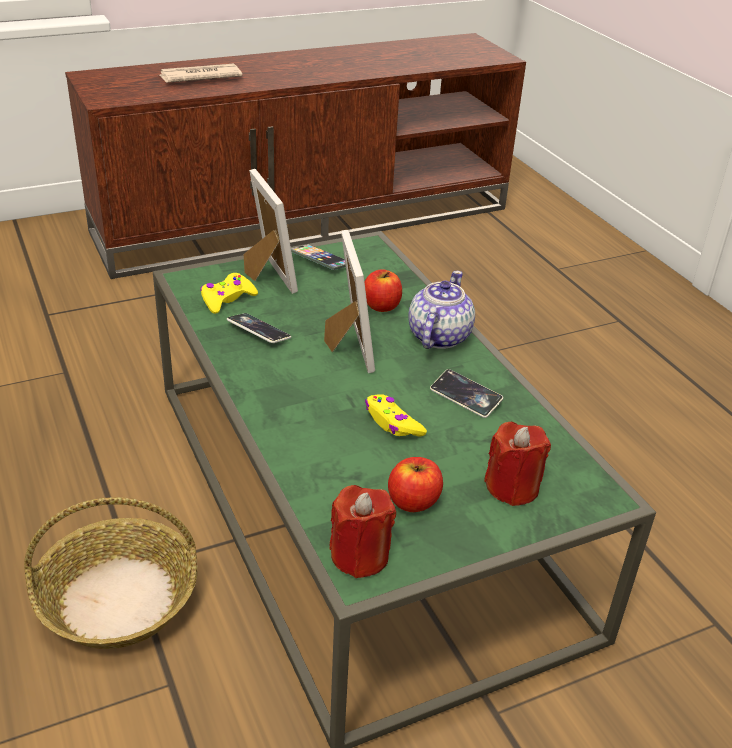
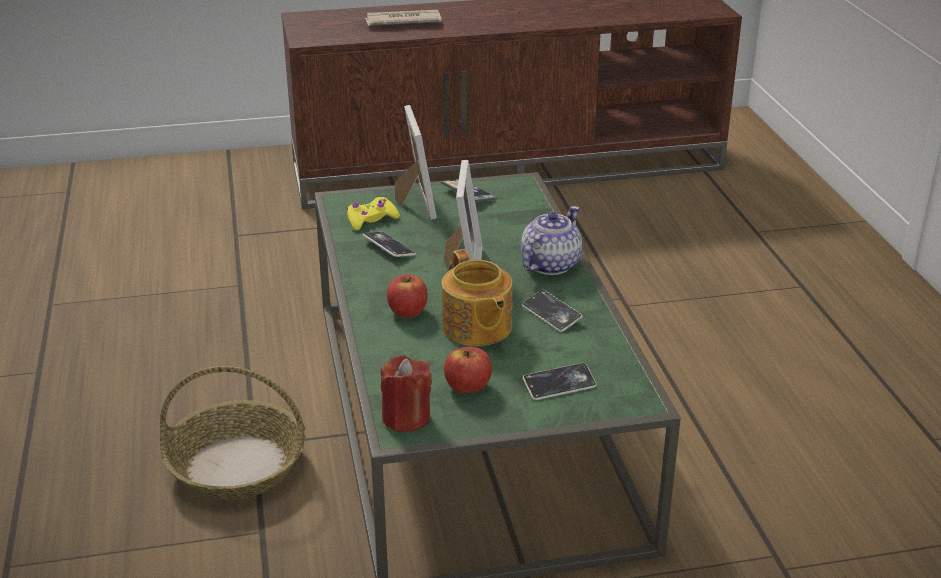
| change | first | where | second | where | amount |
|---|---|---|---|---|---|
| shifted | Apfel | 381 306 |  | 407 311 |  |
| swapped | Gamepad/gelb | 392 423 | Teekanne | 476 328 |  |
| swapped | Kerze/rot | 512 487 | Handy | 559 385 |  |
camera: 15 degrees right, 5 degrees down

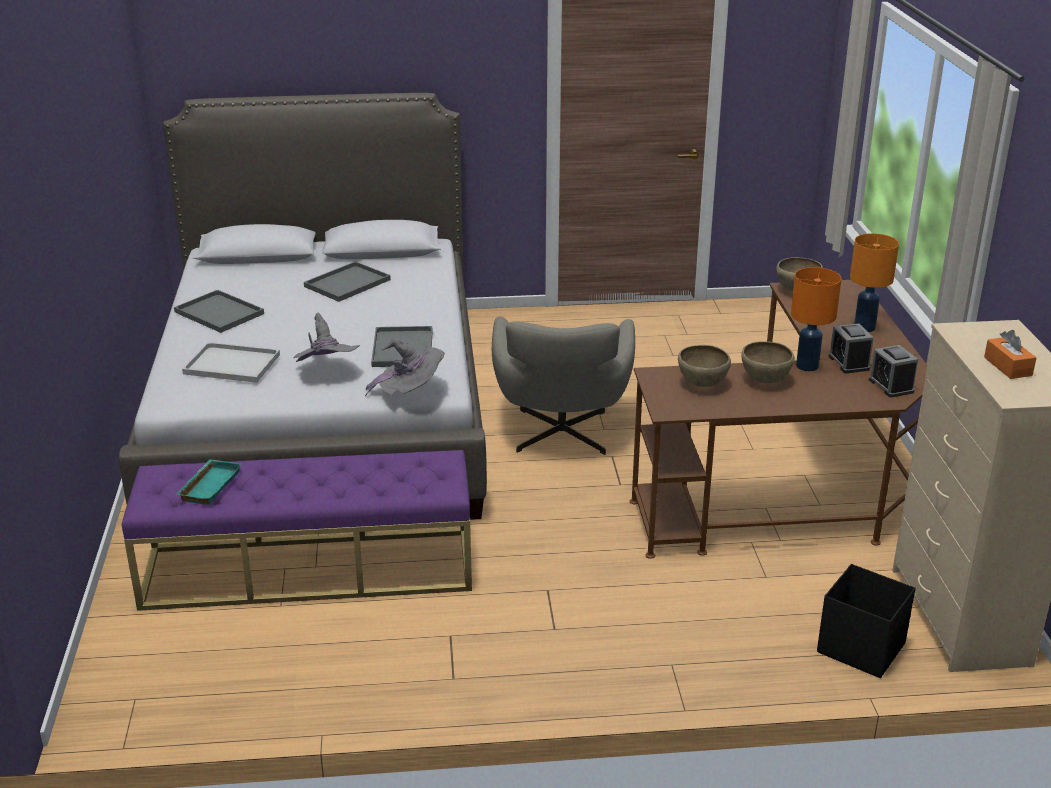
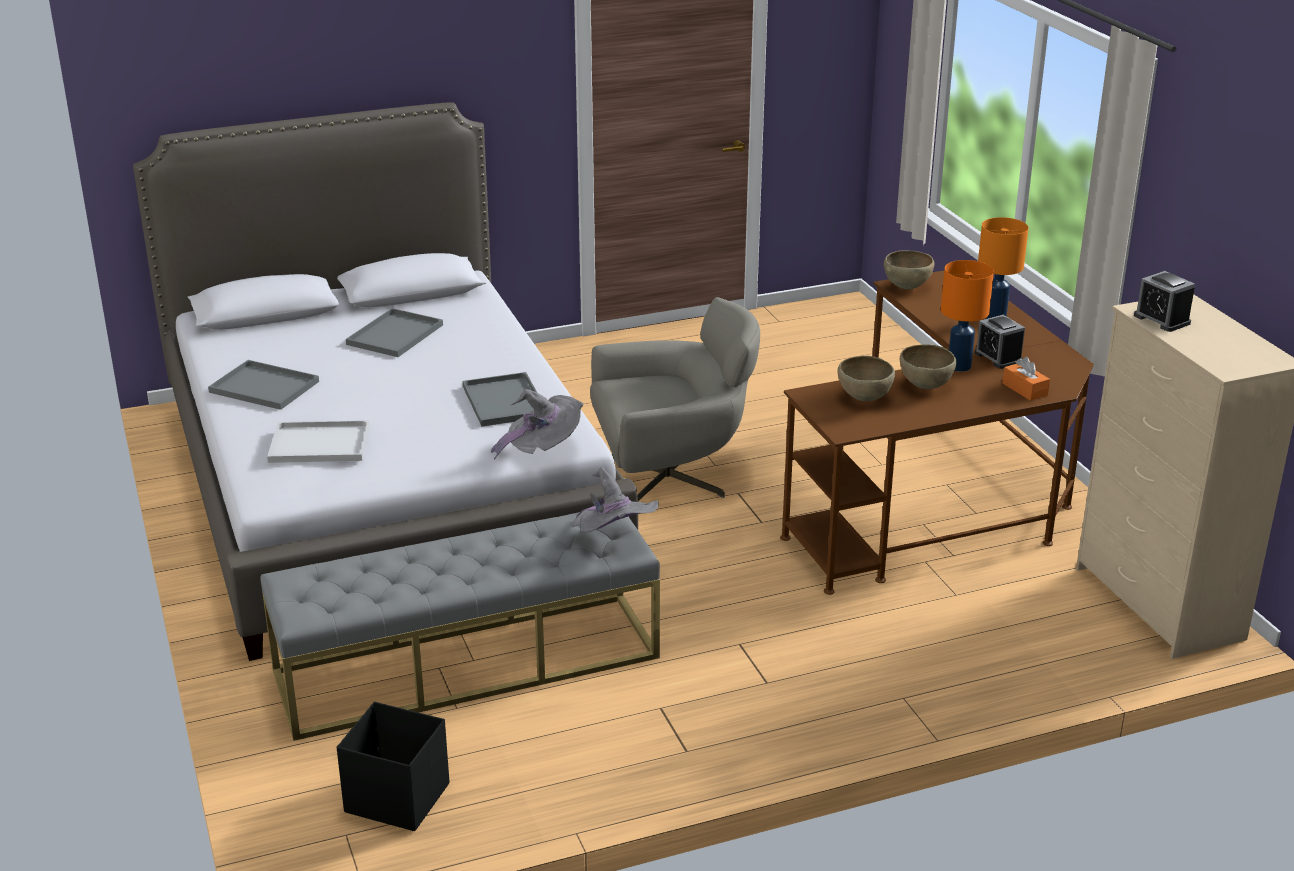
| change | first | where | second | where | amount |
|---|---|---|---|---|---|
| repainted | Bank/lila | 309 569 | Bank/grau | 468 664 |  |
| shifted | Aufbewahrungsbox/schwarz | 860 647 |  | 396 797 |  |
| shifted | Hut/grau | 326 372 |  | 613 538 |  |
| rotated | Sessel/grau | 561 434 |  | 672 477 | 90 degrees counterclockwise |
| shifted | Taschentuchbox/orange | 1008 366 |  | 1025 389 |  |
| shifted | Wecker | 891 386 |  | 1162 319 |  |
| gone | Tablett/türkis | 209 485 |  |  |  |
camera: 15 degrees left, 0 degrees up

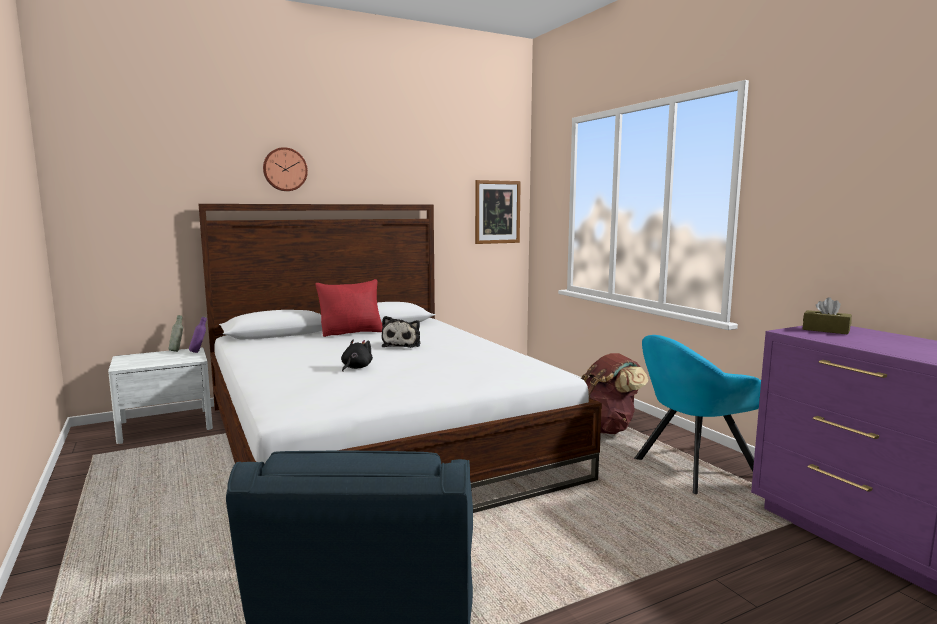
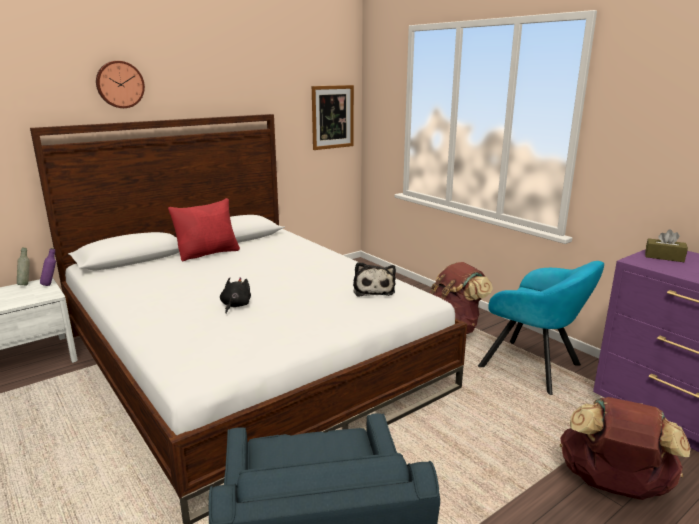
| change | first | where | second | where | amount |
|---|---|---|---|---|---|
| shifted | Plüschtier | 402 345 |  | 373 290 |  |
| rotated | Sessel/türkis | 691 469 |  | 534 367 | 105 degrees counterclockwise |
| new |  |  | Rucksack/braun | 612 486 |  |
camera: 10 degrees left, 10 degrees up

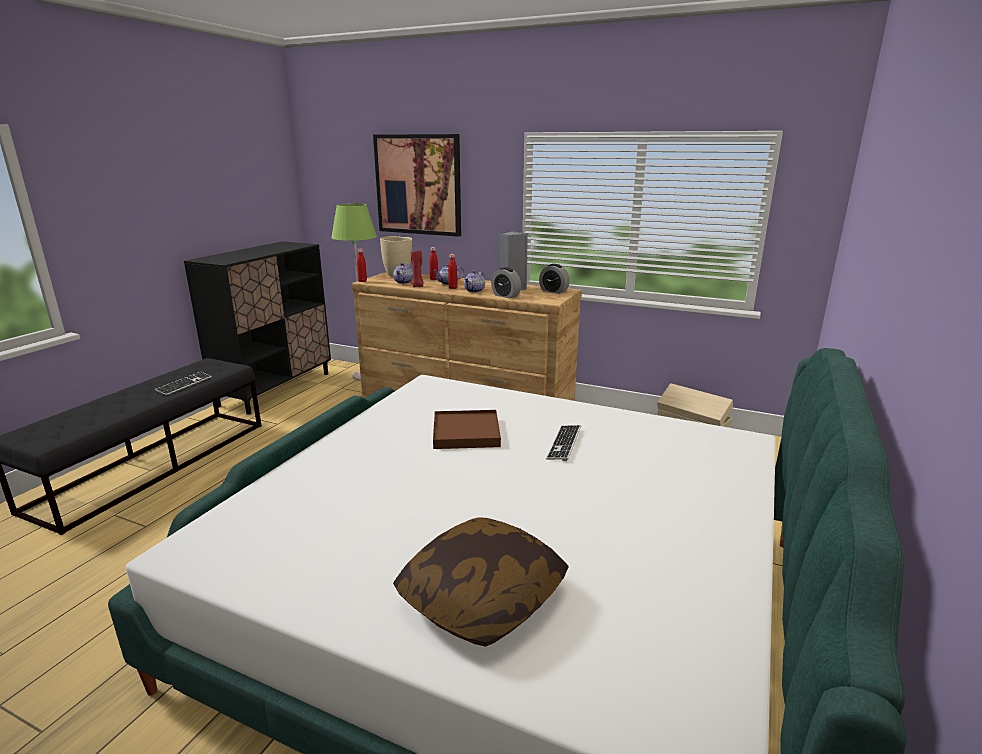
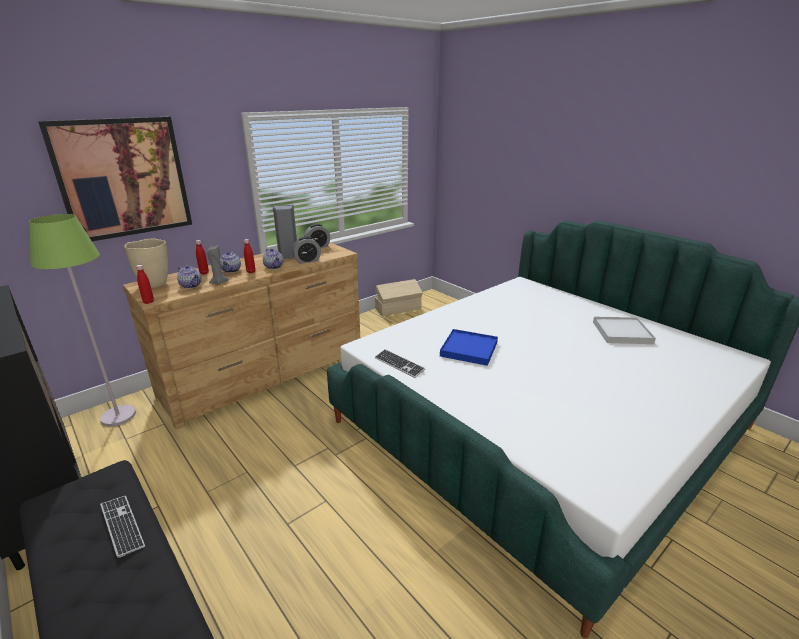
| change | first | where | second | where | amount |
|---|---|---|---|---|---|
| repainted | Kerze/rot | 418 286 | Kerze/grau | 219 282 |  |
| shifted | Tastatur | 564 444 |  | 399 364 |  |
| repainted | Tablett/braun | 466 432 | Tablett/blau | 469 349 |  |
| new |  |  | Tablett/weiß | 621 332 |  |
| gone | Kissen | 482 599 |  |  |  |
camera: 65 degrees left, 5 degrees up

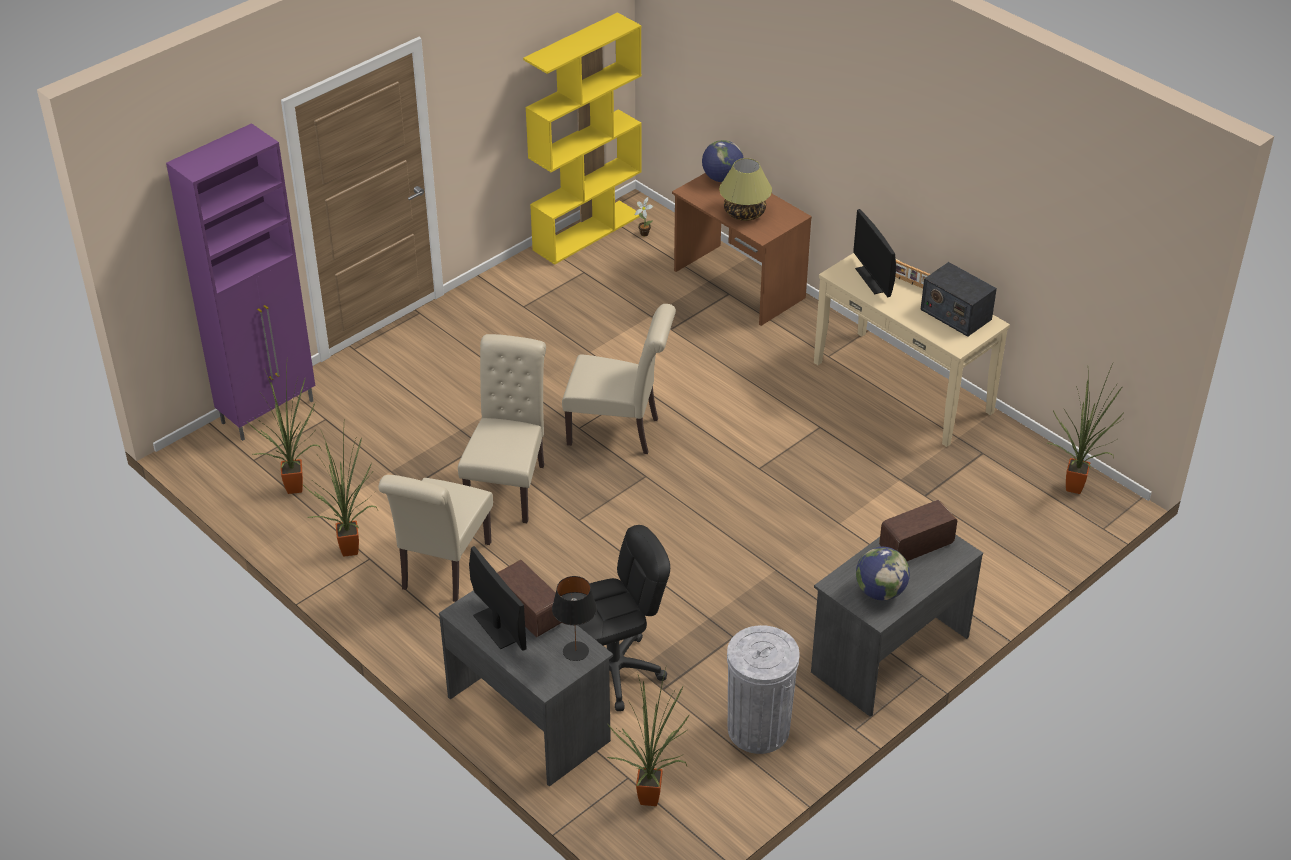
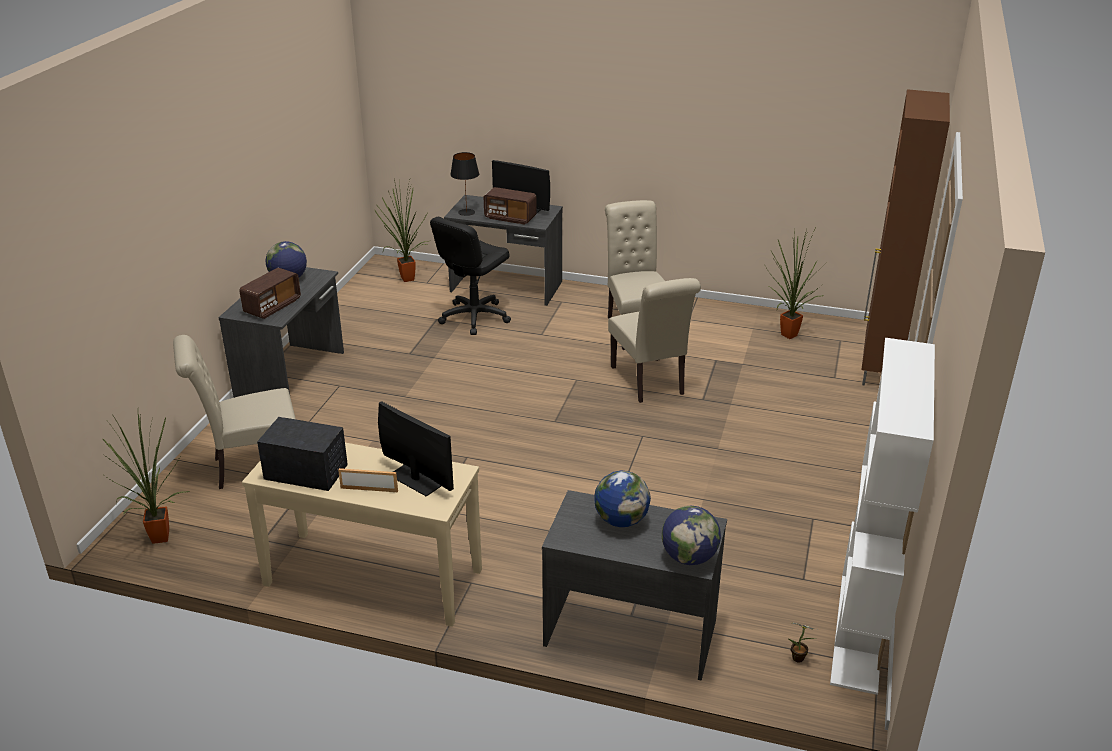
| change | first | where | second | where | amount |
|---|---|---|---|---|---|
| shifted | Stuhl/beige | 619 431 |  | 251 467 |  |
| repainted | Schreibtisch/braun | 738 285 | Schreibtisch/grau | 630 631 |  |
| swapped | Tischlampe | 744 213 | Globus | 621 520 |  |
| repainted | Bücherregal/gelb | 587 232 | Bücherregal/weiß | 859 632 |  |
| repainted | Schrank/lila | 269 411 | Schrank/braun | 879 368 |  |
| gone | Topfpflanze | 353 550 |  |  |  |
| gone | Mülleimer/grau | 758 729 |  |  |  |
camera: 150 degrees right, 10 degrees down

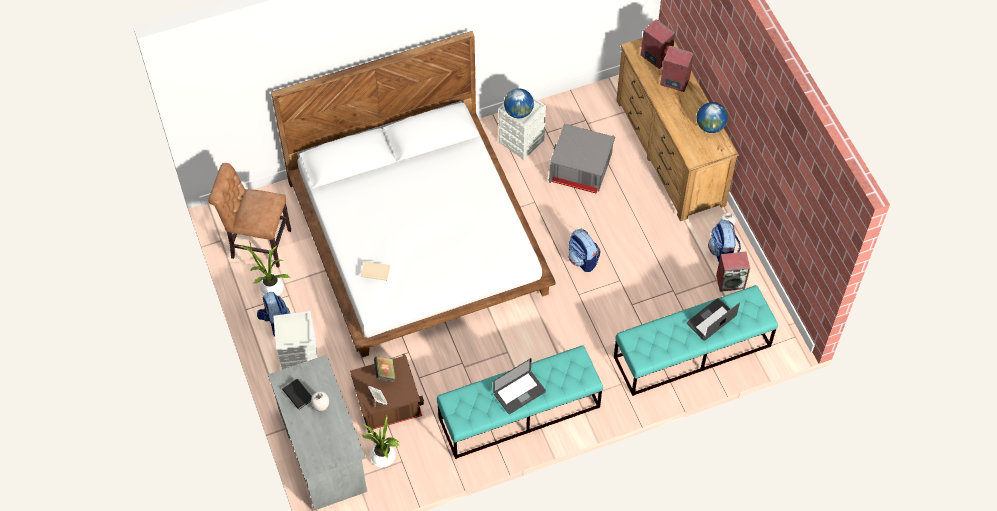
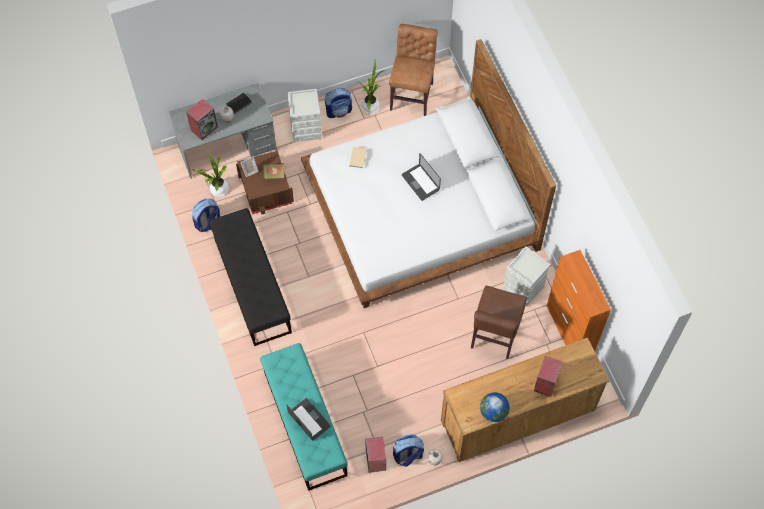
| change | first | where | second | where | amount |
|---|---|---|---|---|---|
| shifted | Lautsprecher | 655 56 |  | 204 128 |  |
| shifted | Rucksack | 582 260 |  | 207 222 |  |
| repainted | Bank/türkis | 519 413 | Bank/schwarz | 252 284 |  |
| shifted | Laptop | 519 393 |  | 420 182 |  |
| swapped | Aufbewahrungsbox/grau | 580 170 | Stuhl/braun | 494 337 |  |
| new |  |  | Schrank/orange | 569 331 |  |
| gone | Globus | 518 112 |  |  |  |
camera: 90 degrees right, 5 degrees up

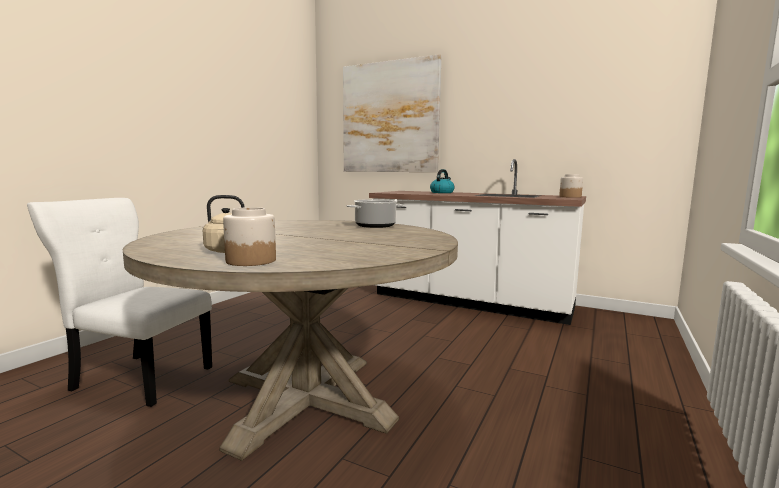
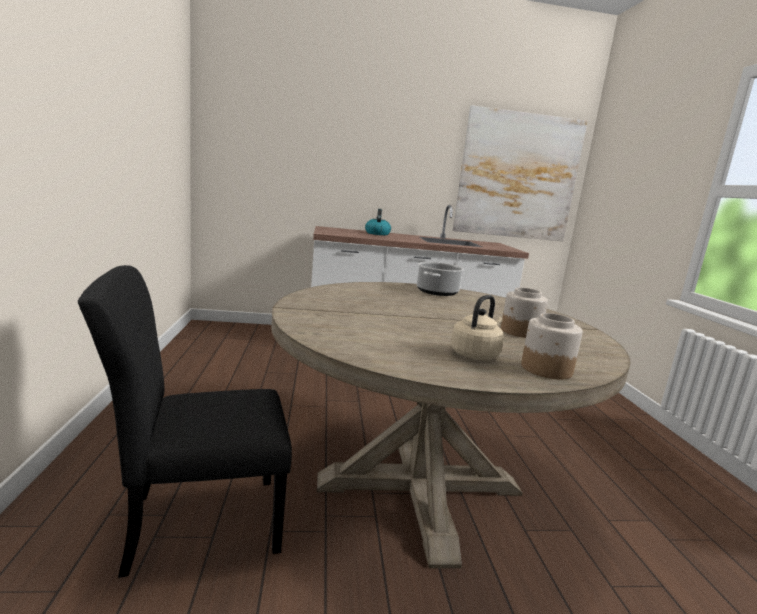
| change | first | where | second | where | amount |
|---|---|---|---|---|---|
| repainted | Stuhl/weiß | 140 377 | Stuhl/schwarz | 197 523 |  |
| shifted | Bild | 389 118 |  | 517 176 |  |
| shifted | Vorratsglas | 570 197 |  | 520 332 |  |
camera: 35 degrees left, 5 degrees up

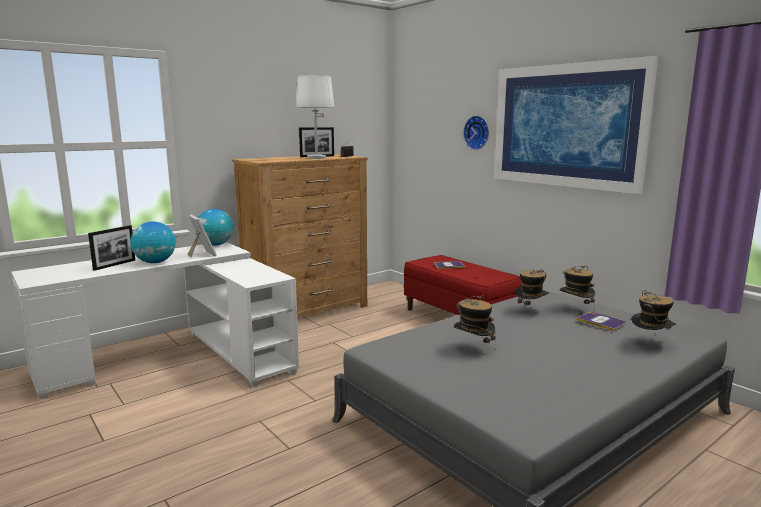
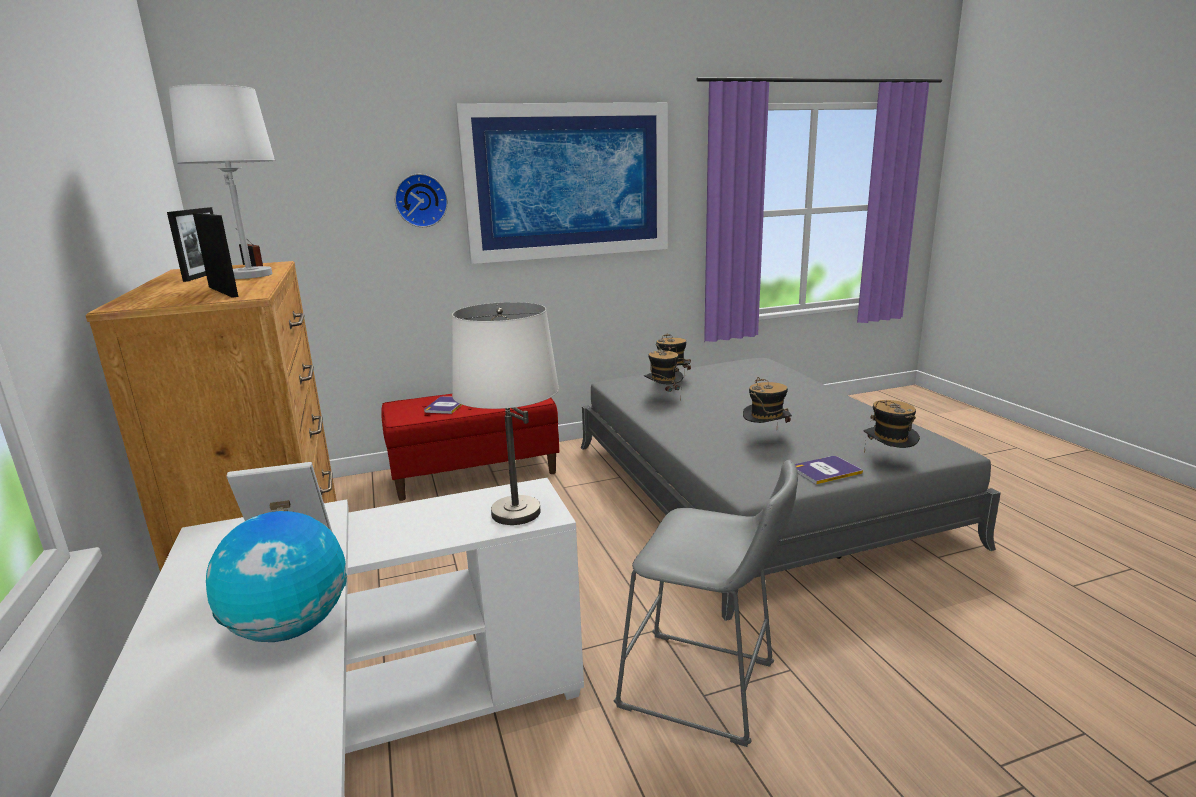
| change | first | where | second | where | amount |
|---|---|---|---|---|---|
| shifted | Bilderrahmen | 114 265 |  | 223 291 |  |
| new |  |  | Tischlampe/weiß | 515 513 |  |
| new |  |  | Hocker/grau | 705 688 |  |
| shifted | Buch | 601 322 |  | 825 471 |  |
| shifted | Hut | 651 342 |  | 887 461 |  |
| gone | Globus | 215 245 |  |  |  |
camera: 70 degrees left, 5 degrees up

